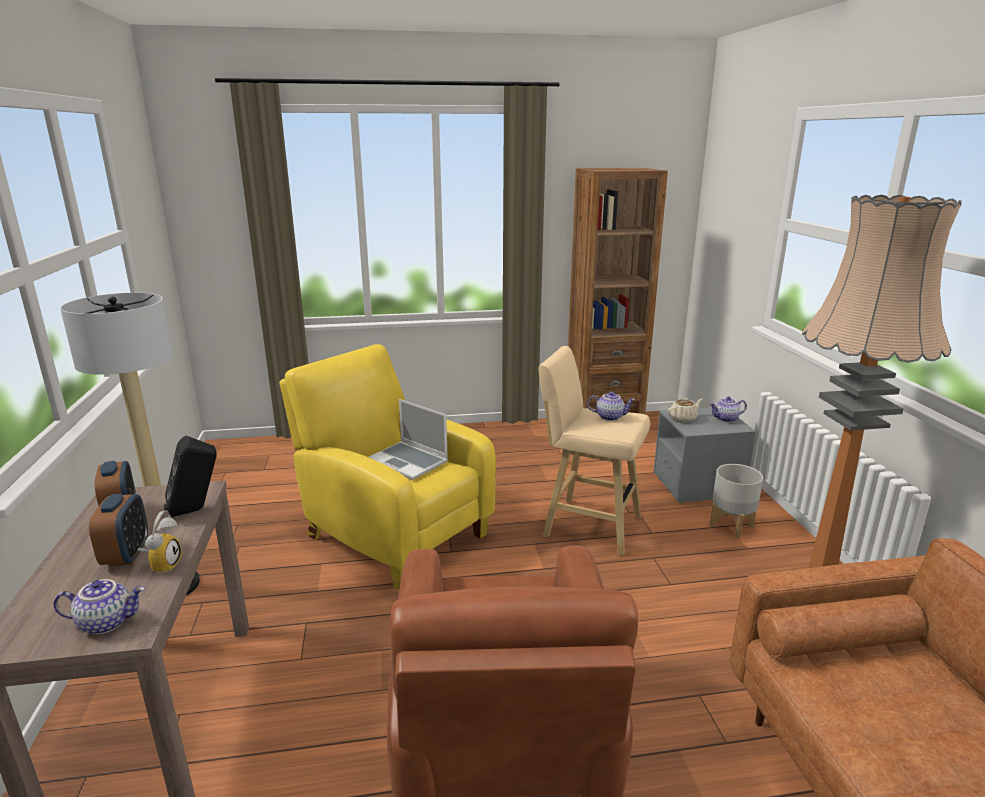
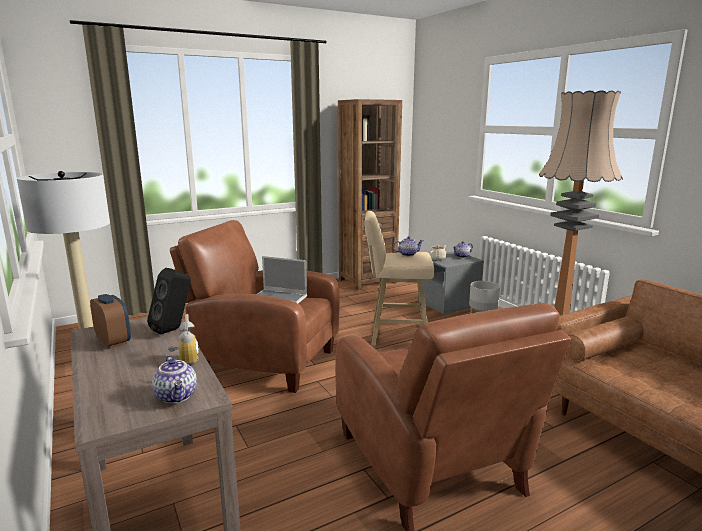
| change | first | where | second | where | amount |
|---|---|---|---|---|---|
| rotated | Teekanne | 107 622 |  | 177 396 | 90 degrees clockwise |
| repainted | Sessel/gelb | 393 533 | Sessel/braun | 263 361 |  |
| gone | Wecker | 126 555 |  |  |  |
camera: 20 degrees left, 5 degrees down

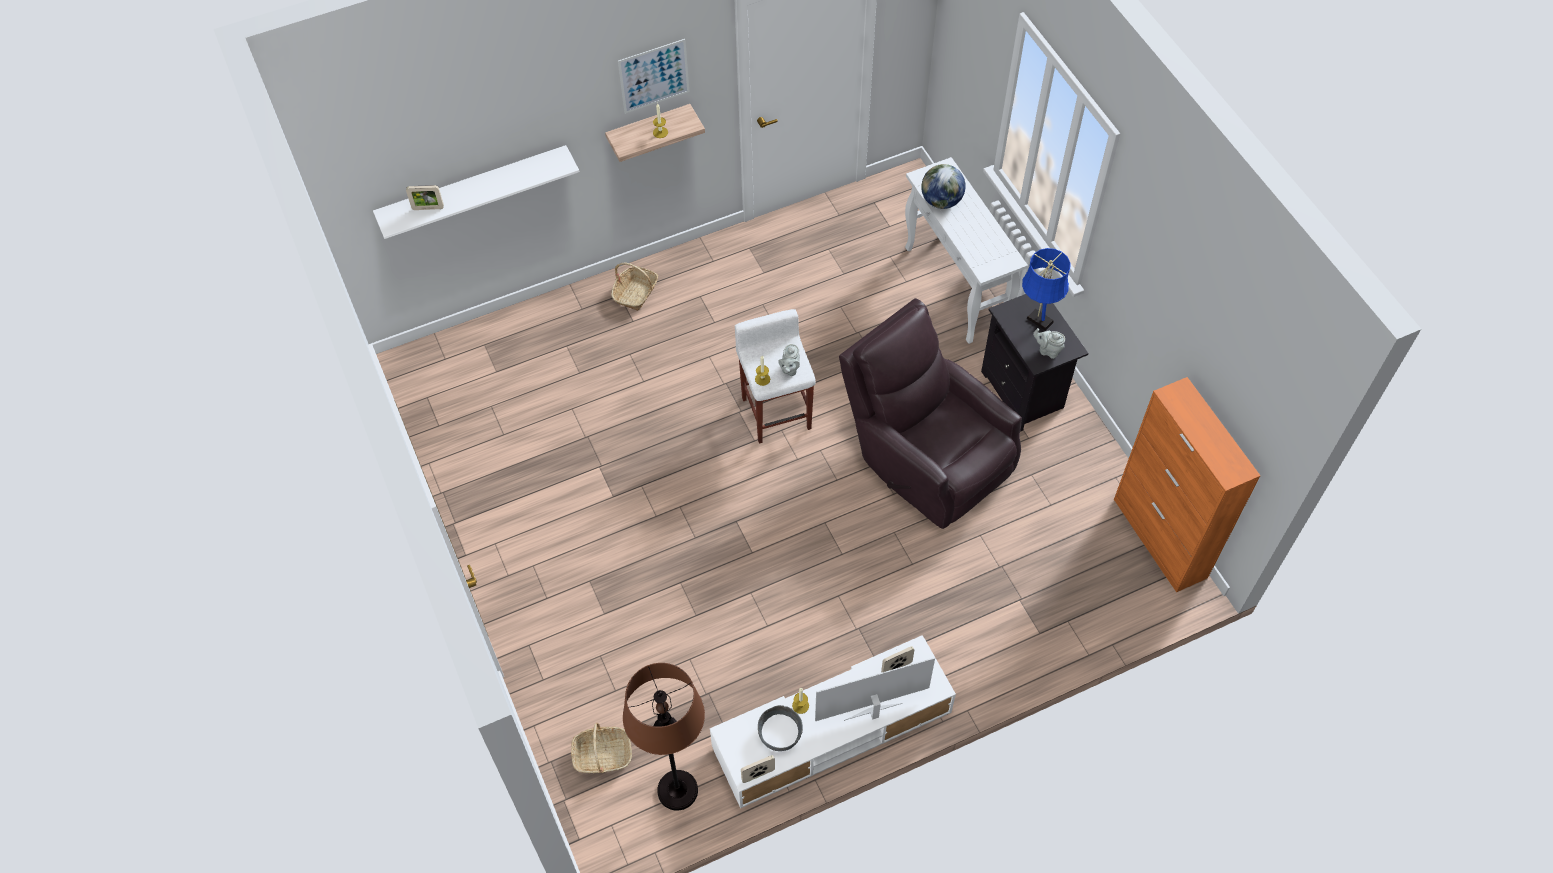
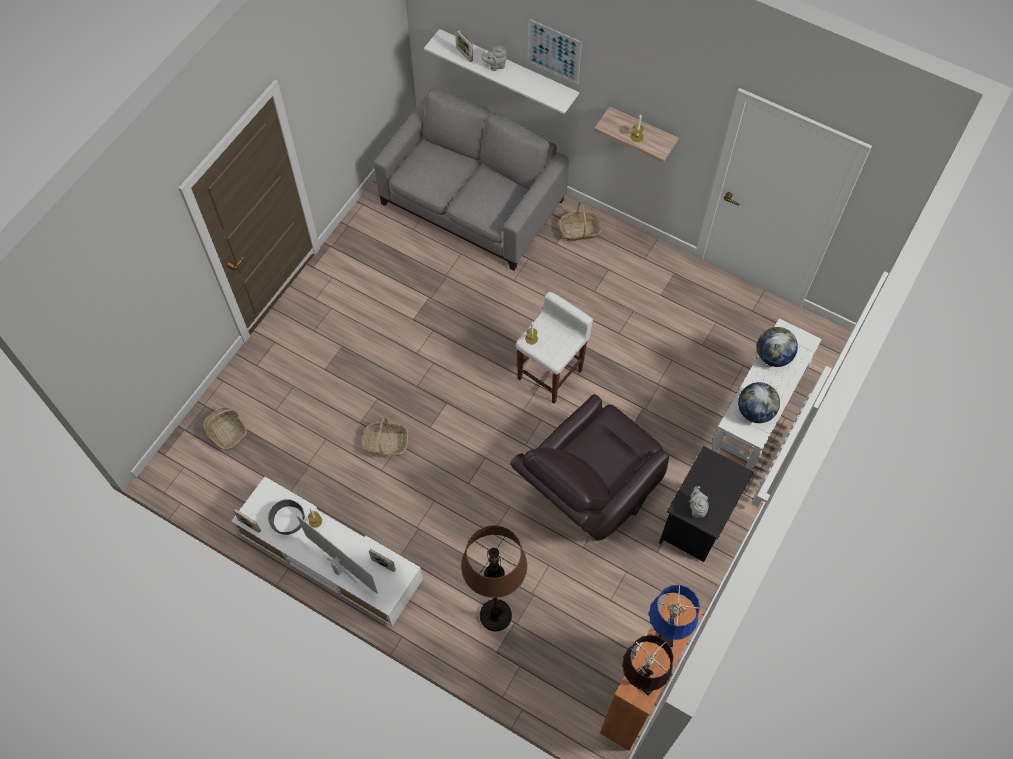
| change | first | where | second | where | amount |
|---|---|---|---|---|---|
| new |  |  | Korb | 386 443 |  |
| new |  |  | Sofa/grau | 472 202 |  |
| shifted | Stehlampe/braun | 677 791 |  | 495 615 |  |
| shifted | Teekanne/grau | 789 369 |  | 495 66 |  |
| rotated | Sessel/braun | 926 456 |  | 588 491 | 150 degrees counterclockwise |
| shifted | Bild | 654 76 |  | 554 51 |  |
| new |  |  | Tischlampe/braun | 641 679 |  |
| shifted | Tischlampe/blau | 1037 318 |  | 666 631 |  |
| new |  |  | Globus | 755 411 |  |
camera: 55 degrees right, 5 degrees up

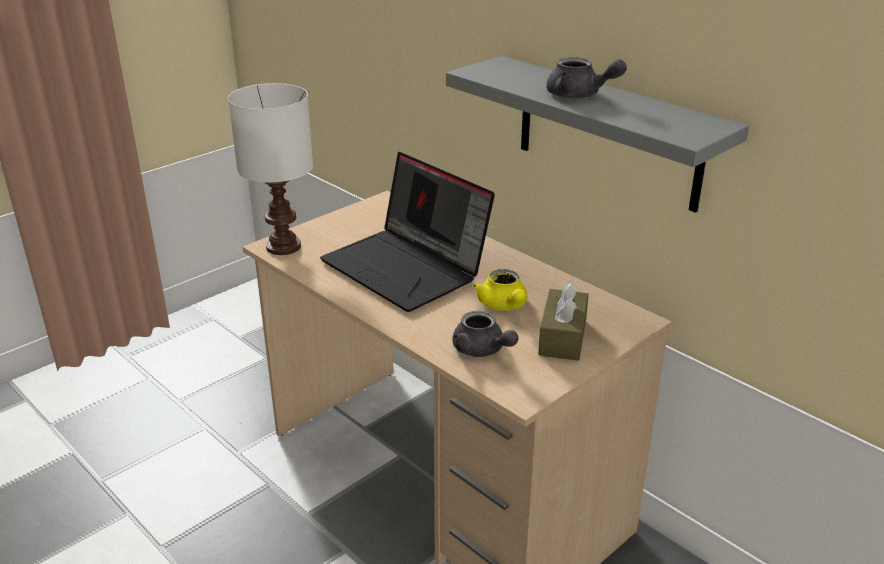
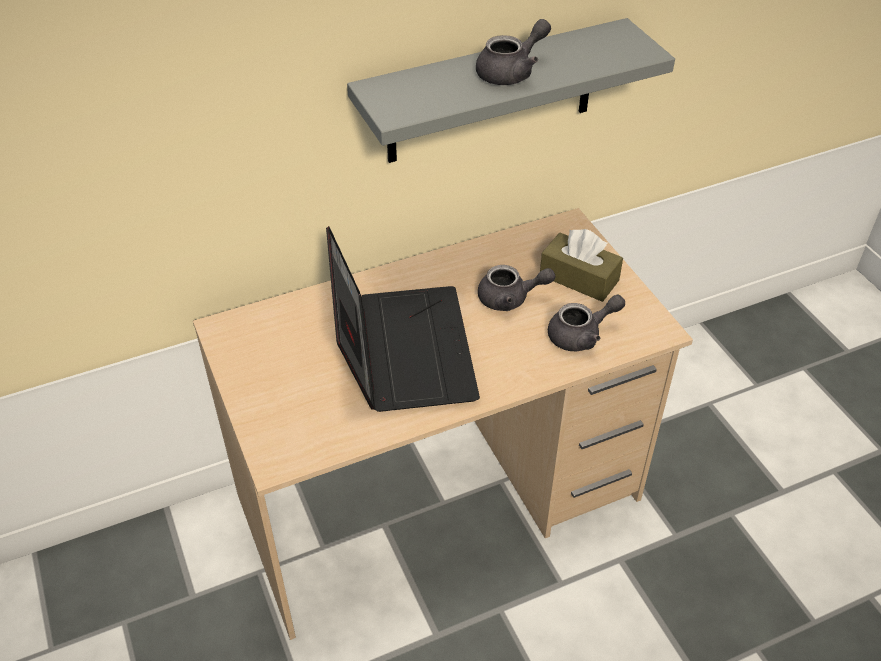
| change | first | where | second | where | amount |
|---|---|---|---|---|---|
| rotated | Laptop | 408 268 |  | 400 348 | 75 degrees counterclockwise |
| repainted | Teekanne/gelb | 504 306 | Teekanne/grau | 510 299 |  |
| gone | Tischlampe/weiß | 285 247 |  |  |  |
camera: 70 degrees left, 15 degrees up

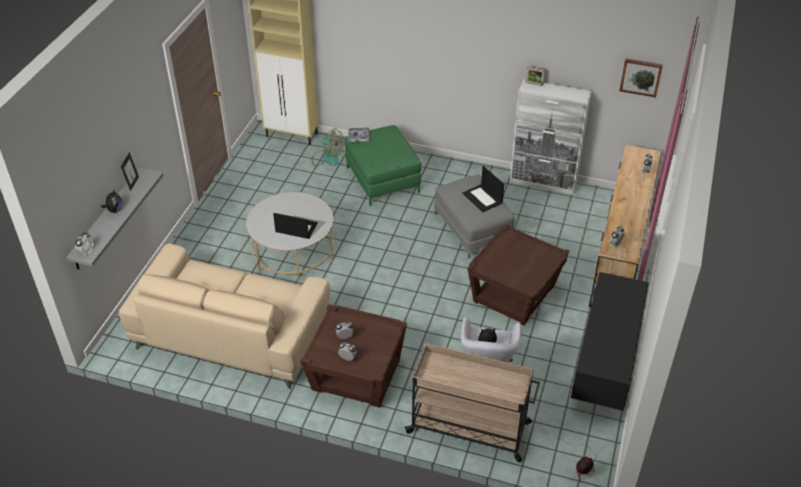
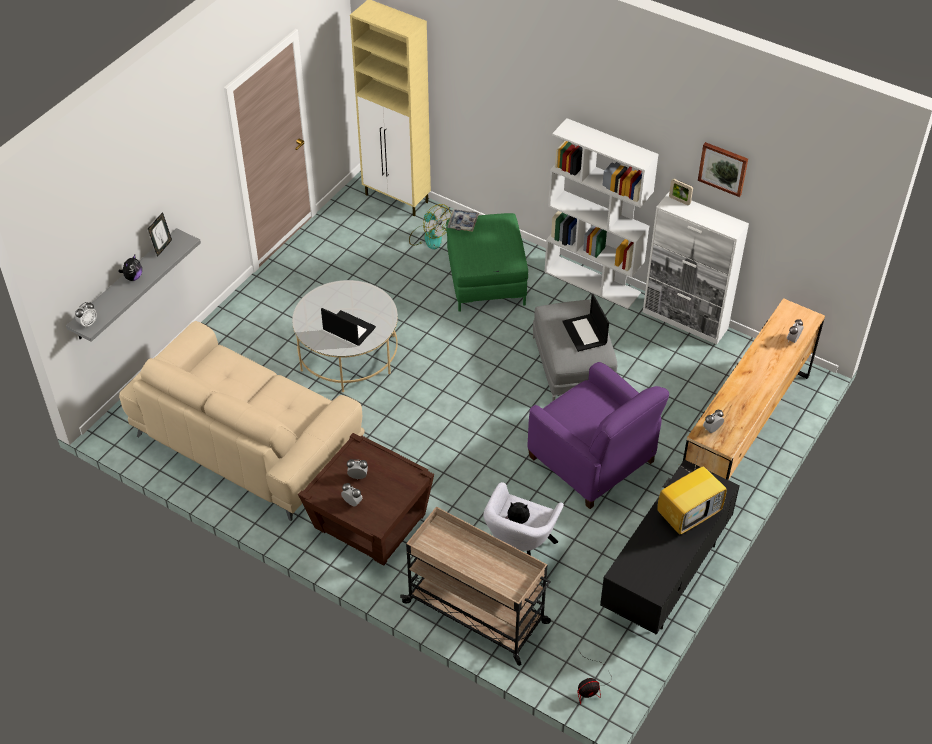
| change | first | where | second | where | amount |
|---|---|---|---|---|---|
| swapped | Beistelltisch/braun | 515 294 | Sessel/lila | 592 460 |  |
| new |  |  | Bücherregal/weiß | 593 282 |  |
| new |  |  | Fernseher | 688 514 |  |
| shifted | Bild | 641 77 |  | 723 168 |  |
camera: 15 degrees right, 5 degrees up

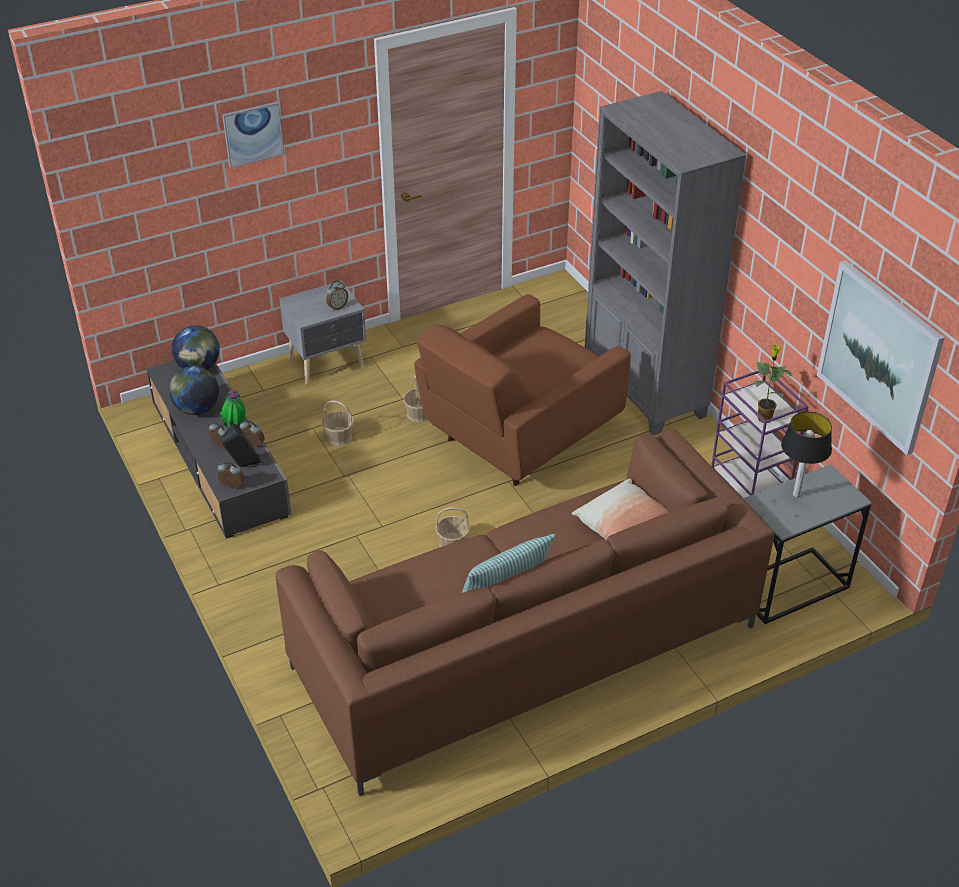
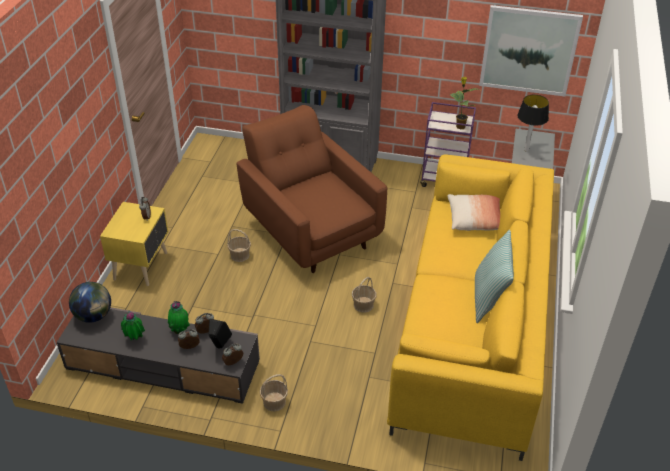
| change | first | where | second | where | amount |
|---|---|---|---|---|---|
| repainted | Nachttisch/grau | 328 363 | Nachttisch/gelb | 142 266 |  |
| swapped | Globus | 197 409 | Topfpflanze | 135 339 |  |
| rotated | Sessel/braun | 518 438 |  | 310 230 | 150 degrees clockwise |
| shifted | Korb | 339 436 |  | 274 402 |  |
| repainted | Sofa/braun | 524 646 | Sofa/gelb | 471 324 |  |
| gone | Bild | 253 134 |  |  |  |
camera: 50 degrees left, 0 degrees up

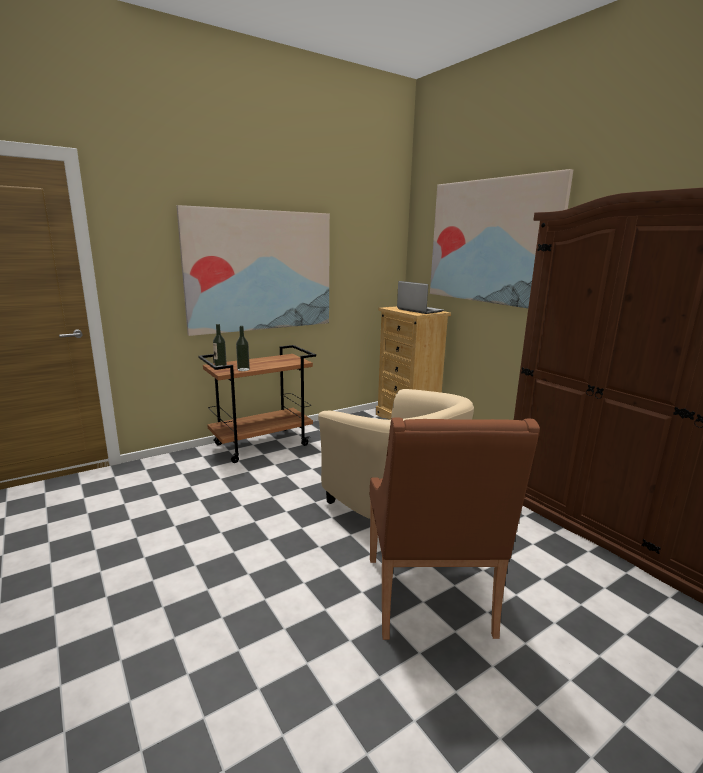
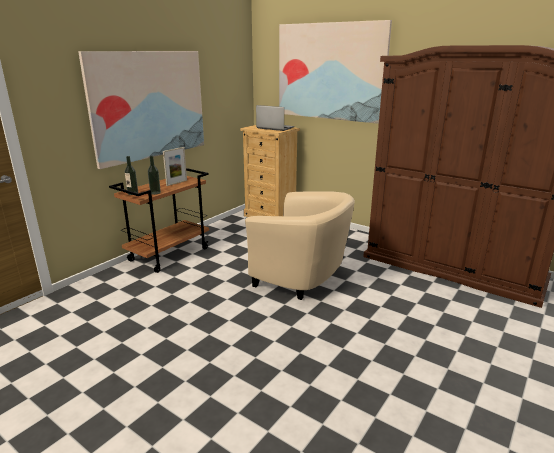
| change | first | where | second | where | amount |
|---|---|---|---|---|---|
| new |  |  | Bilderrahmen | 176 183 |  |
| gone | Sessel/braun | 431 598 |  |  |  |
camera: 20 degrees left, 5 degrees up

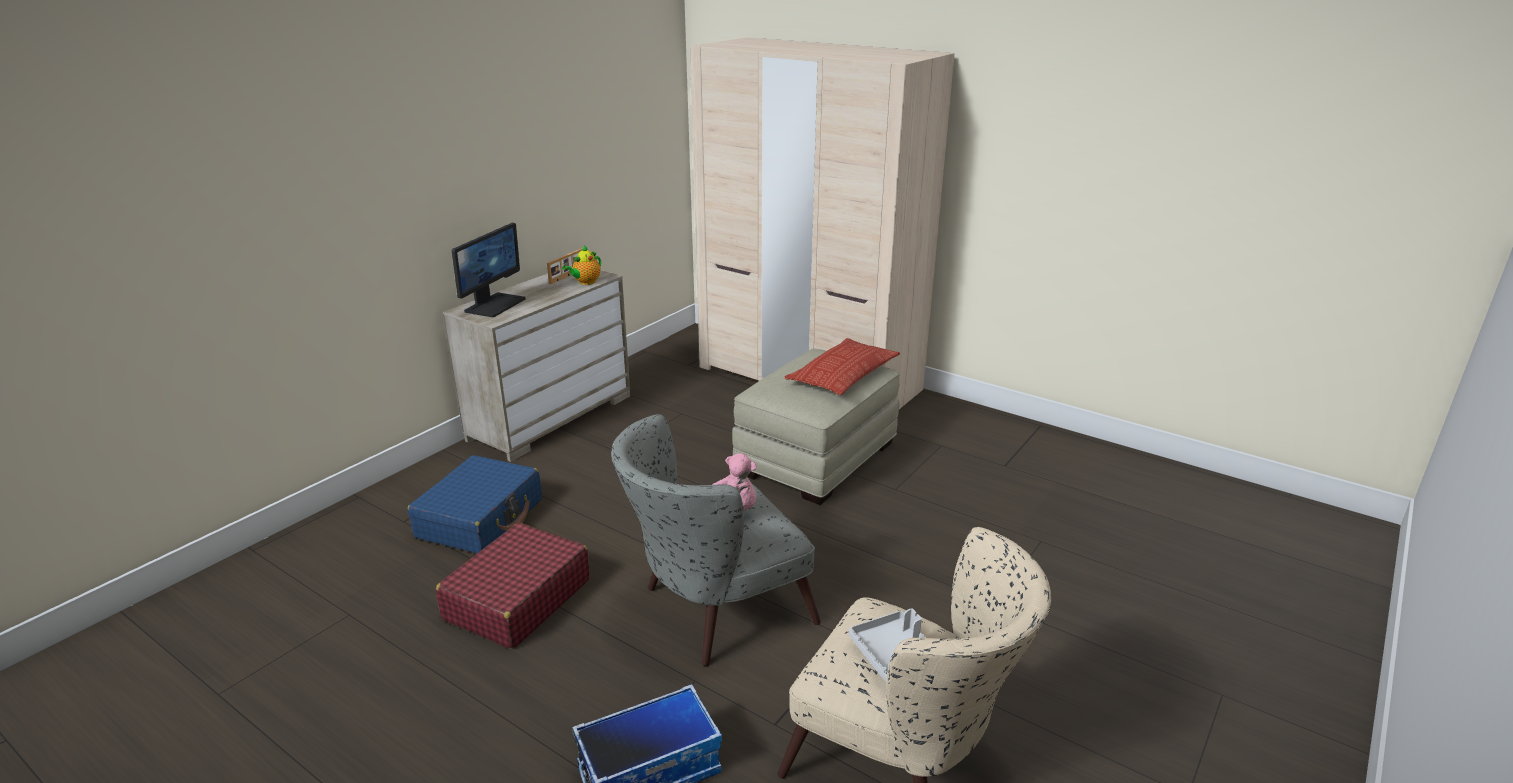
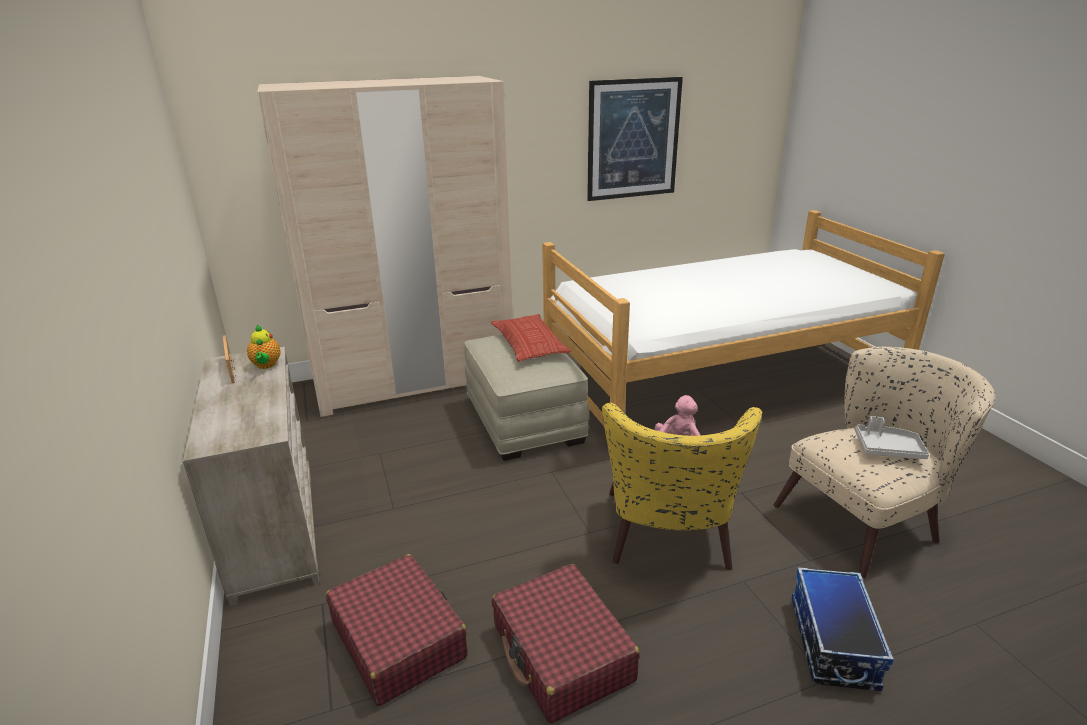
| change | first | where | second | where | amount |
|---|---|---|---|---|---|
| repainted | Koffer/blau | 481 518 | Koffer/rot | 398 639 |  |
| new |  |  | Bett | 721 381 |  |
| new |  |  | Bild | 633 139 |  |
| repainted | Sessel/grau | 713 611 | Sessel/gelb | 667 540 |  |
| gone | Monitor | 494 305 |  |  |  |
camera: 55 degrees left, 0 degrees up

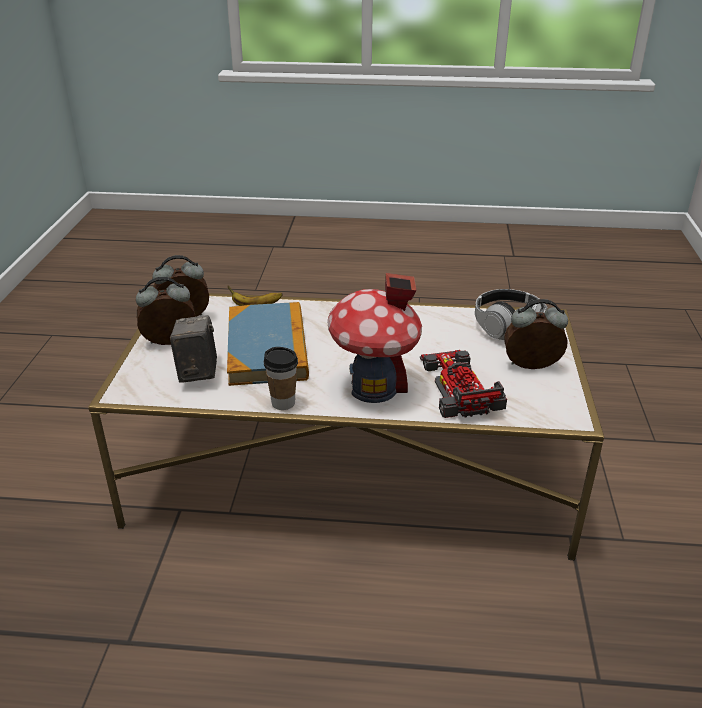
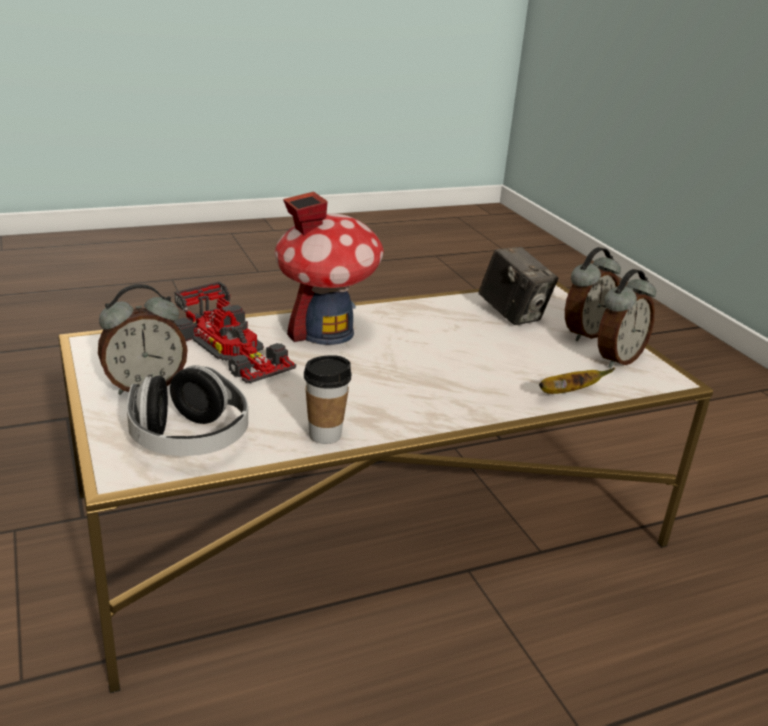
| change | first | where | second | where | amount |
|---|---|---|---|---|---|
| shifted | Tasse | 283 403 |  | 325 435 |  |
| gone | Buch | 267 348 |  |  |  |
camera: 150 degrees right, 5 degrees down

